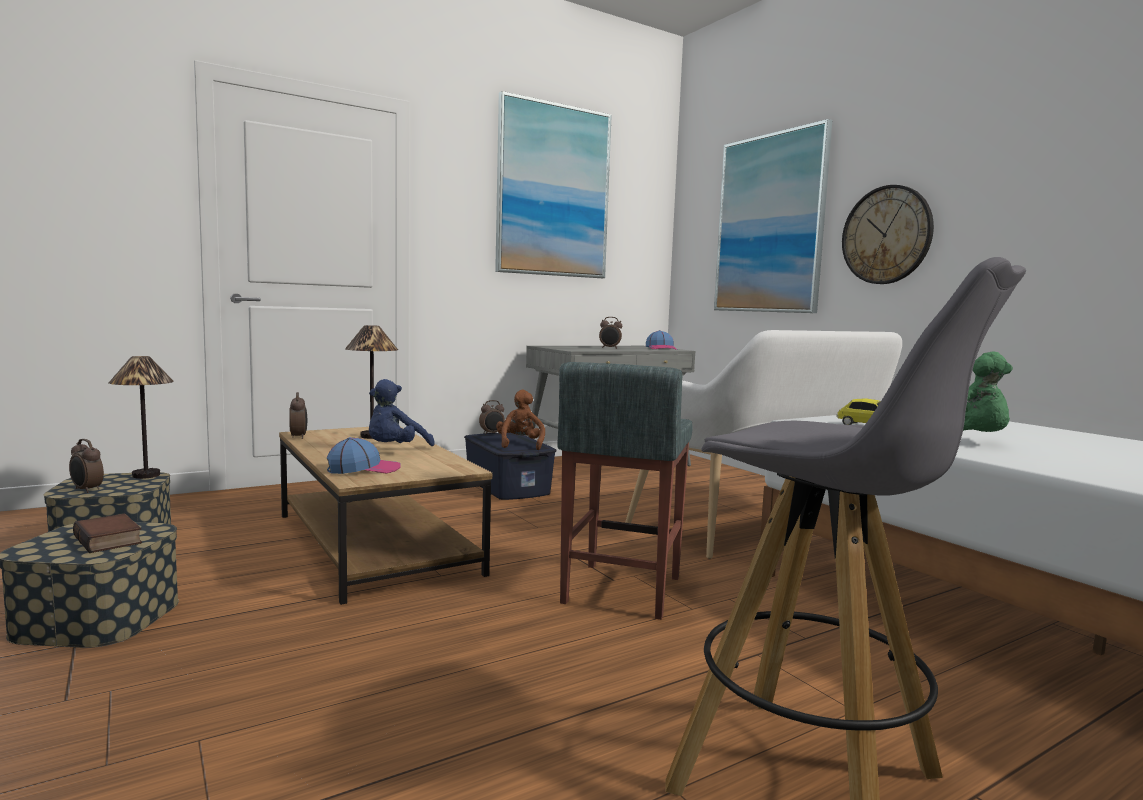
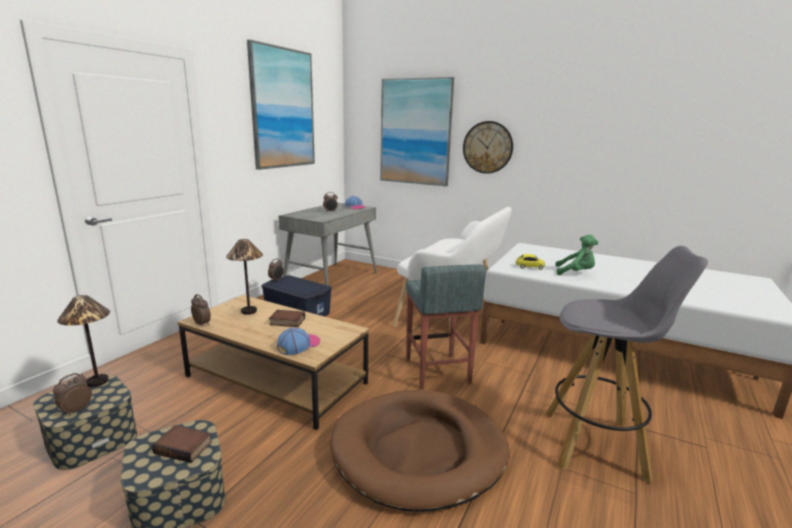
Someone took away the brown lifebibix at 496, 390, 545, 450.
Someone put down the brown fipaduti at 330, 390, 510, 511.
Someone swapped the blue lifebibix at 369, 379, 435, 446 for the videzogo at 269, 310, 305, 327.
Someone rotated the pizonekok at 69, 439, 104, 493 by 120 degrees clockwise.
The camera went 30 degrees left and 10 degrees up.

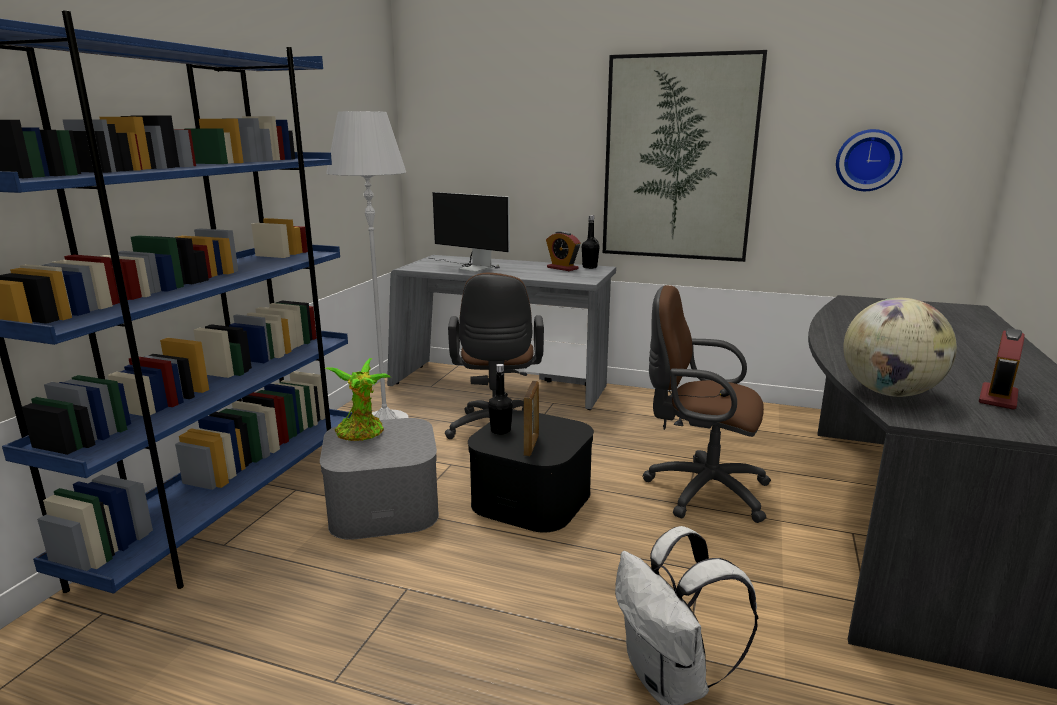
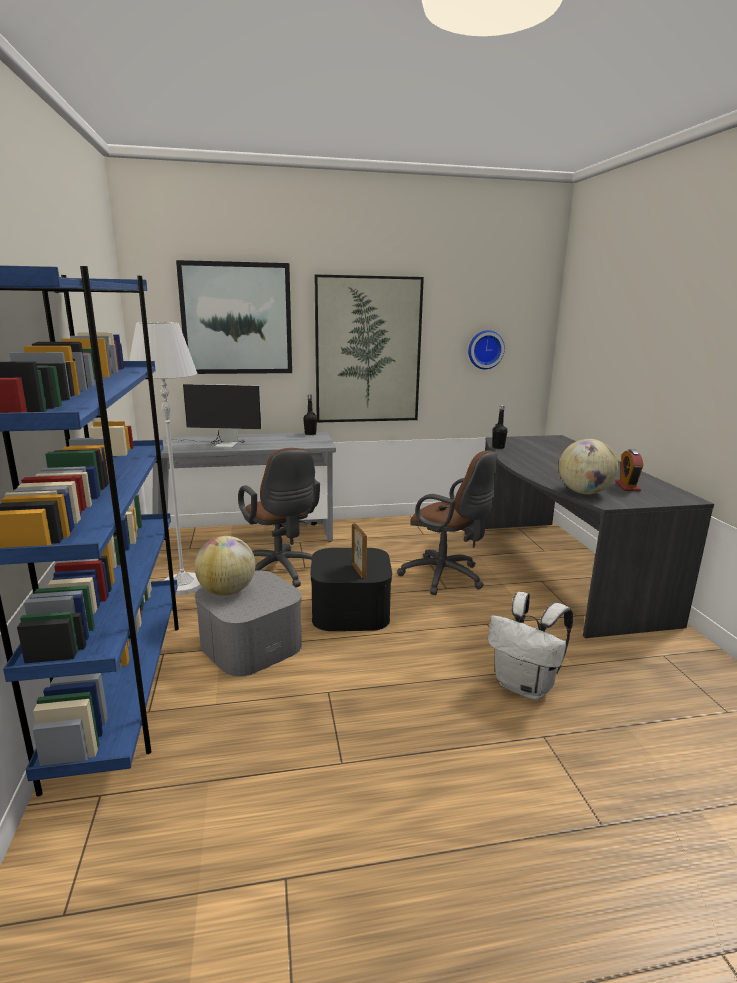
Someone took away the pizonekok at 546, 231, 581, 271.
Someone put up the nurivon at 176, 260, 292, 374.
Someone carried the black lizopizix from 488, 364, 513, 435 to 492, 405, 508, 449.
Someone swapped the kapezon at 324, 358, 391, 441 for the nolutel at 194, 536, 256, 596.
Someone rotated the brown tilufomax at 643, 285, 771, 523 by 135 degrees counterclockwise.
The camera went 30 degrees left and 0 degrees up.

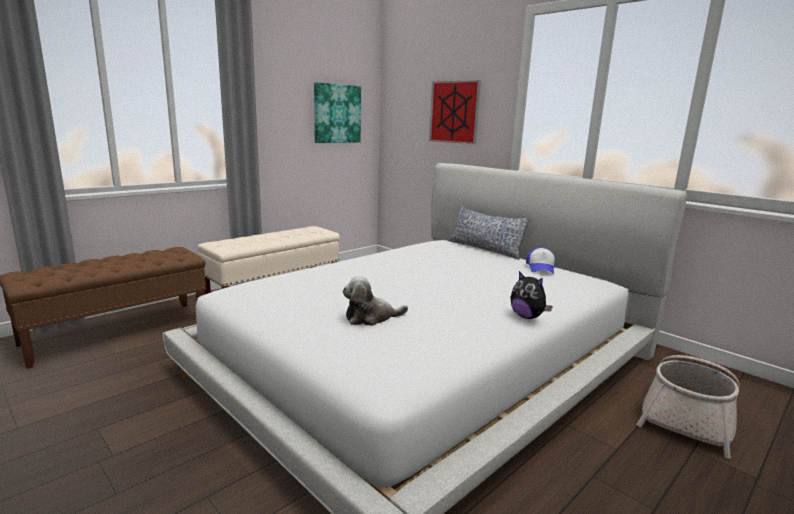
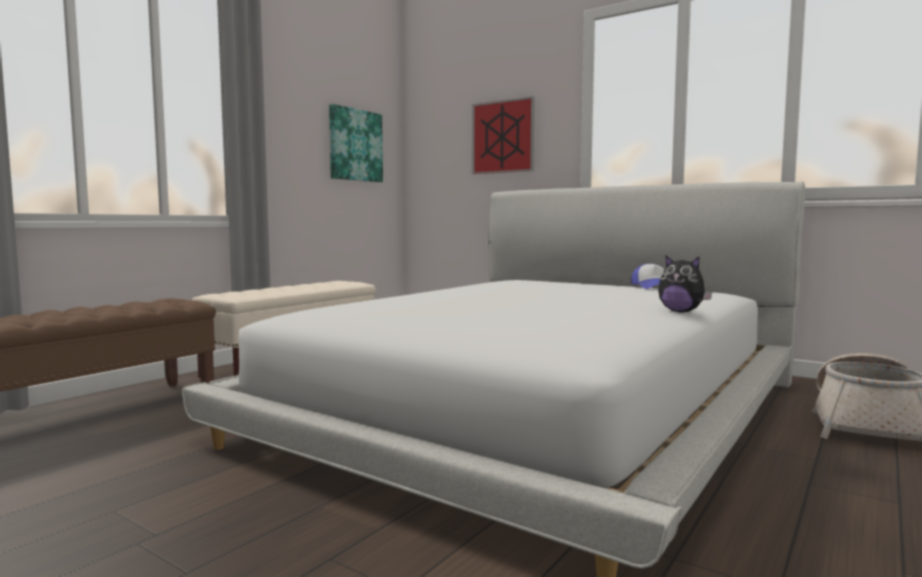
Someone took away the lifebibix at 342, 276, 408, 326.
Someone took away the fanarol at 448, 205, 531, 260.
The camera went 10 degrees left and 10 degrees down.

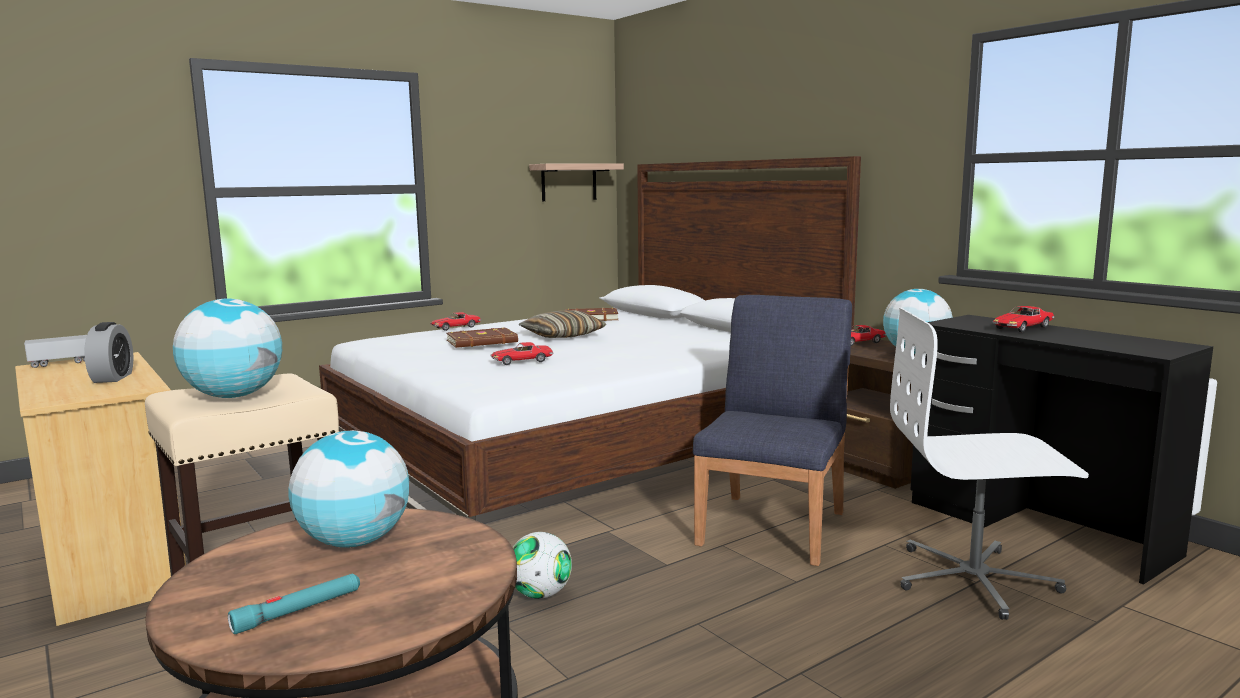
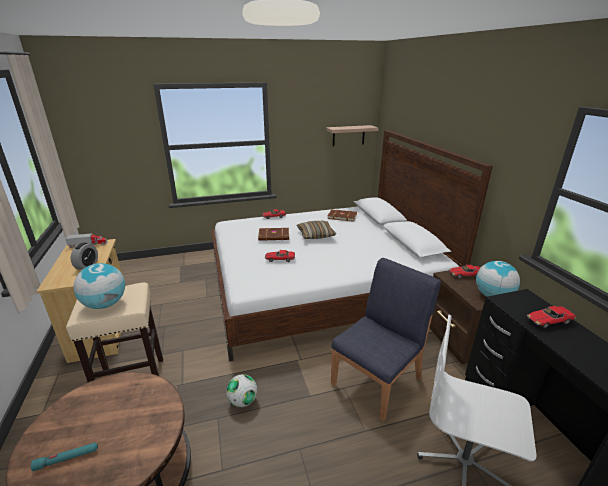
Someone took away the nolutel at 288, 430, 409, 548.
The camera went 20 degrees right and 15 degrees up.

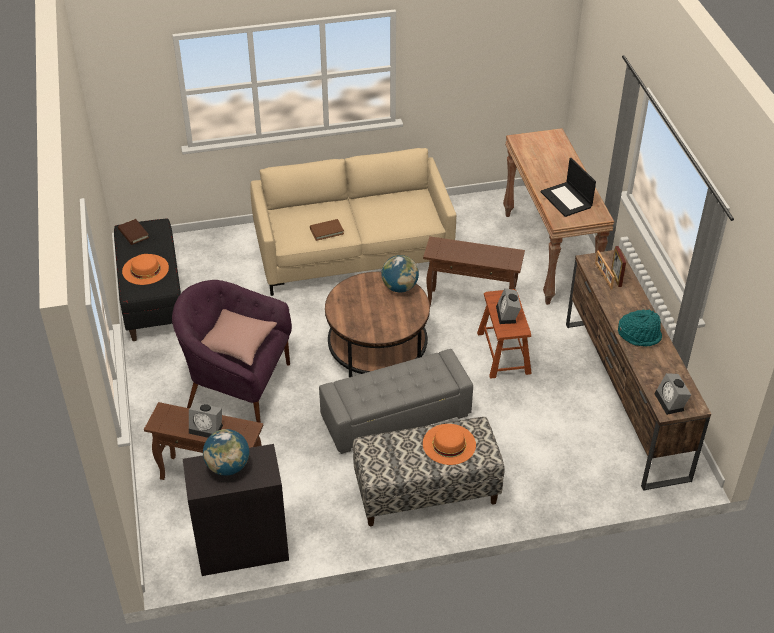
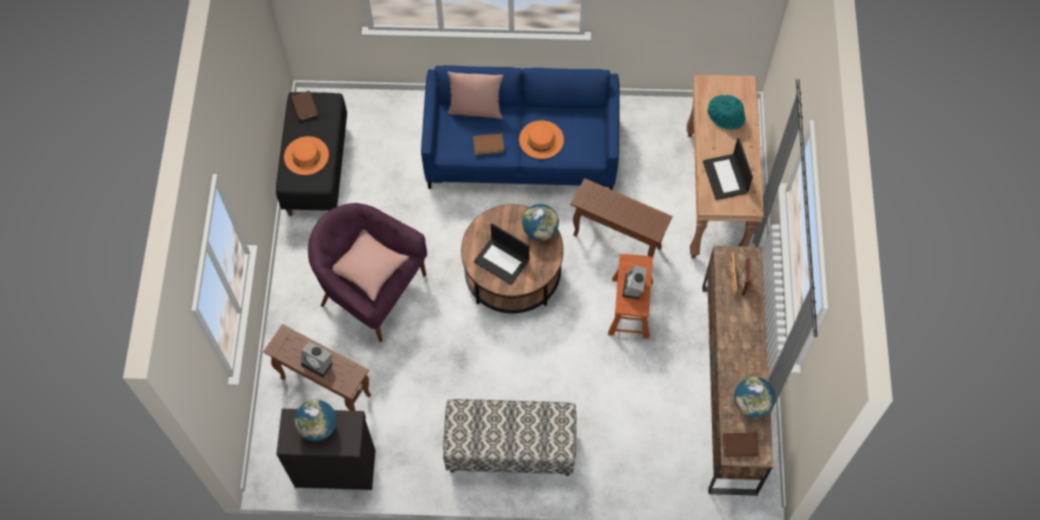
Someone took away the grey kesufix at 319, 349, 473, 454.
Someone put down the pink fanarol at 447, 72, 503, 119.
Someone put down the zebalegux at 474, 223, 529, 285.
Someone put down the nolutel at 734, 377, 775, 417.
Someone carried the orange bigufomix from 423, 424, 476, 465 to 519, 120, 564, 159.
Someone carried the turquoise bigufomix from 618, 309, 662, 346 to 708, 95, 745, 130.
Someone swapped the pizonekok at 654, 373, 691, 415 for the brown videzogo at 723, 433, 759, 457.
Someone repainted the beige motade at 250, 148, 456, 296, which became the blue motade at 421, 65, 620, 190.
The camera went 15 degrees right and 20 degrees up.

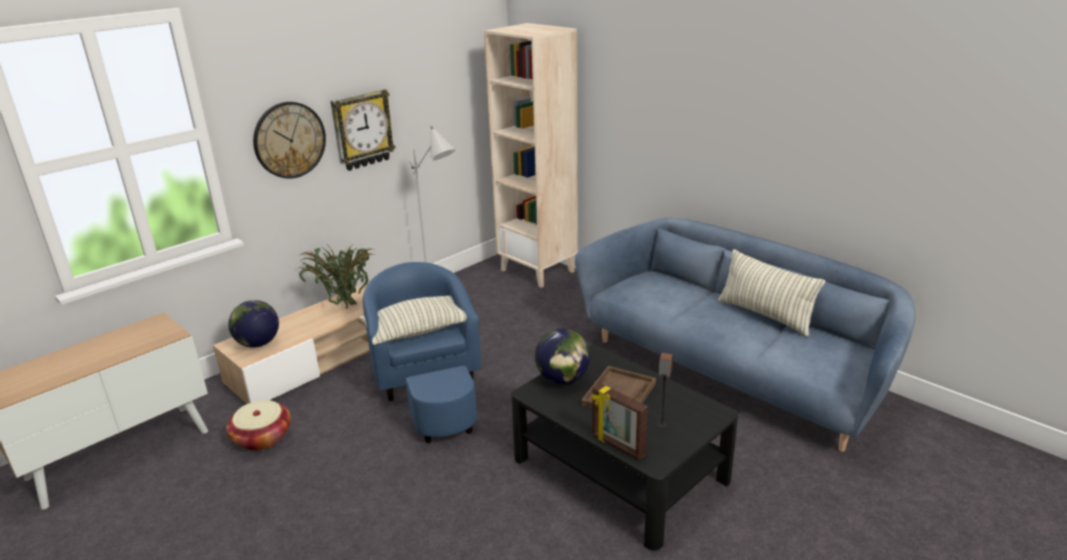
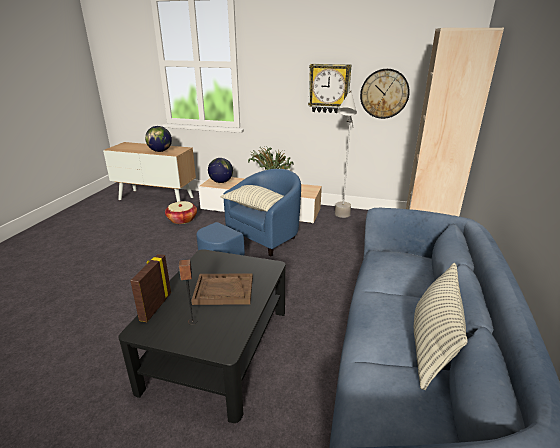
Someone carried the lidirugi from 253, 102, 326, 179 to 360, 69, 410, 119.
Someone carried the nolutel from 535, 328, 590, 384 to 145, 126, 172, 152.
The camera went 60 degrees right and 0 degrees up.

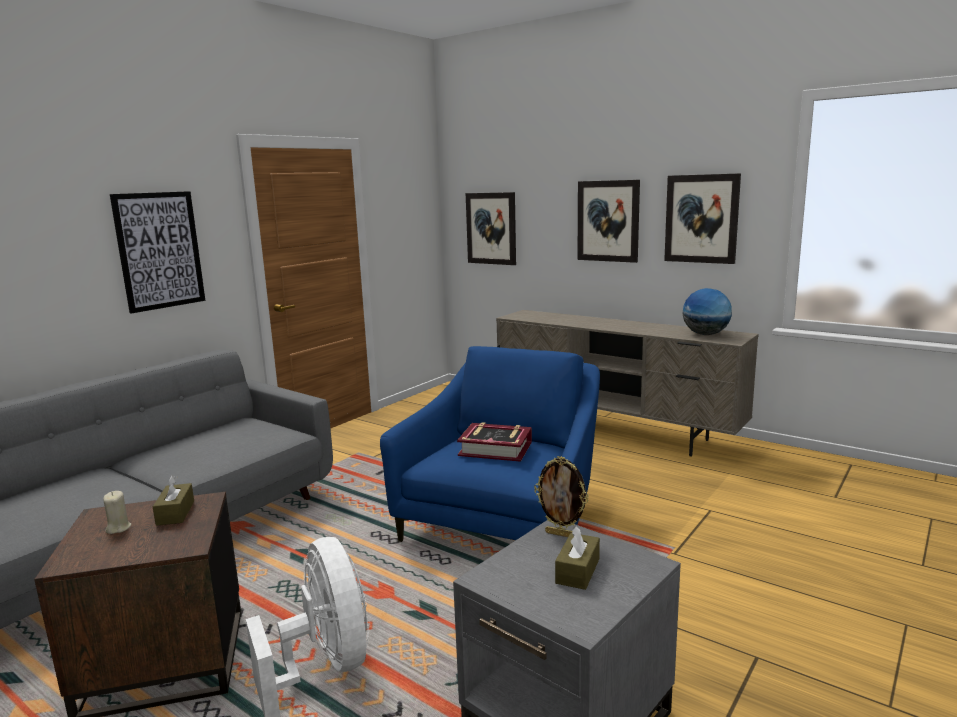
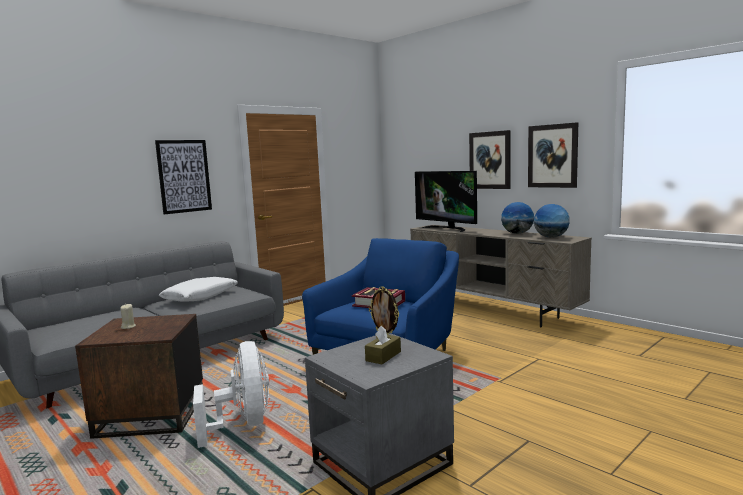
Someone took away the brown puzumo at 153, 475, 194, 526.
Someone took away the nurivon at 466, 192, 516, 265.
Someone put down the white fanarol at 159, 277, 238, 302.
Someone put down the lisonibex at 415, 171, 477, 232.
Someone put down the nolutel at 501, 202, 534, 234.
The camera went 10 degrees right and 5 degrees down.

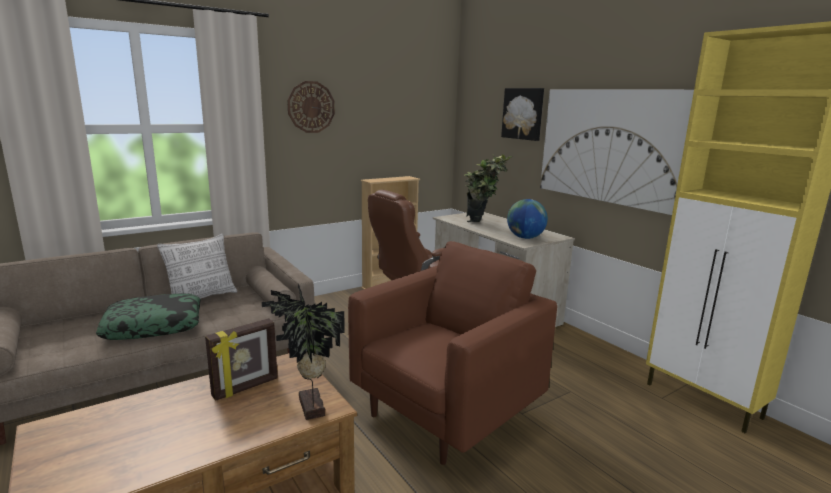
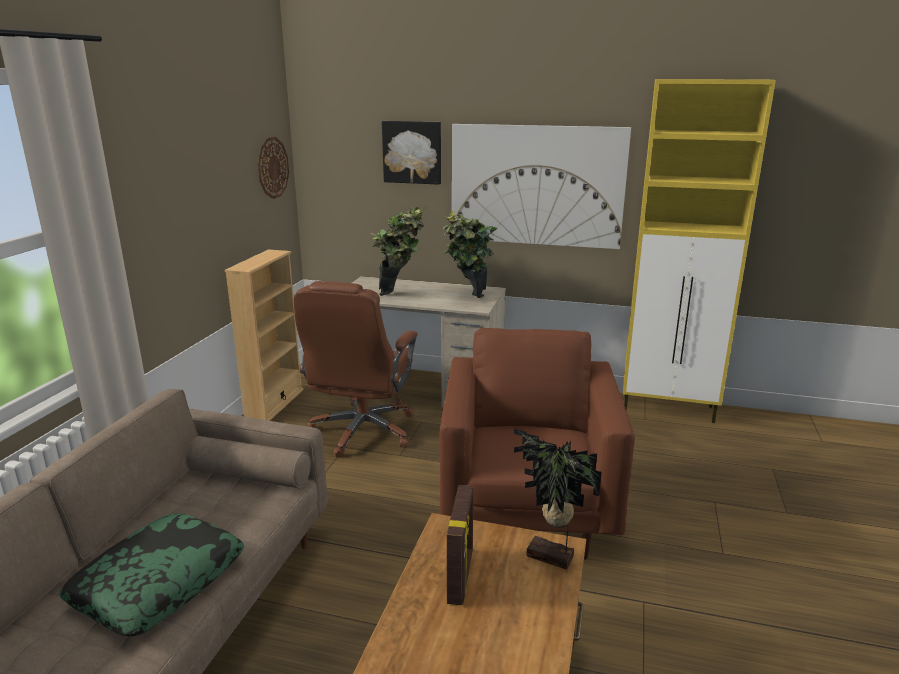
Someone took away the fanarol at 157, 234, 237, 299.
Someone carried the lidirugi from 287, 81, 335, 133 to 257, 137, 289, 199.
Someone swapped the nolutel at 507, 199, 548, 239 for the kapezon at 443, 211, 497, 298.
The camera went 40 degrees left and 5 degrees up.

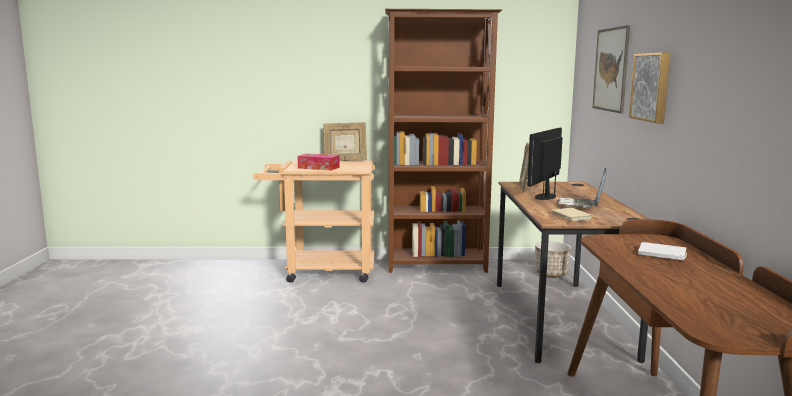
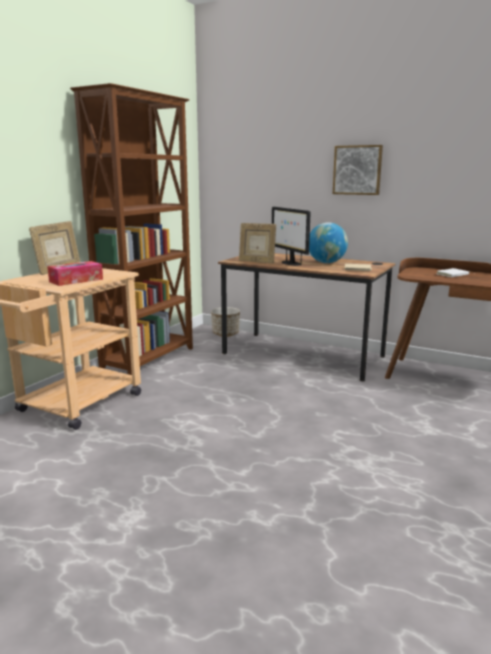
Someone took away the nurivon at 592, 25, 630, 113.
Someone swapped the zebalegux at 557, 168, 607, 208 for the nolutel at 309, 222, 348, 263.
The camera went 60 degrees left and 5 degrees up.

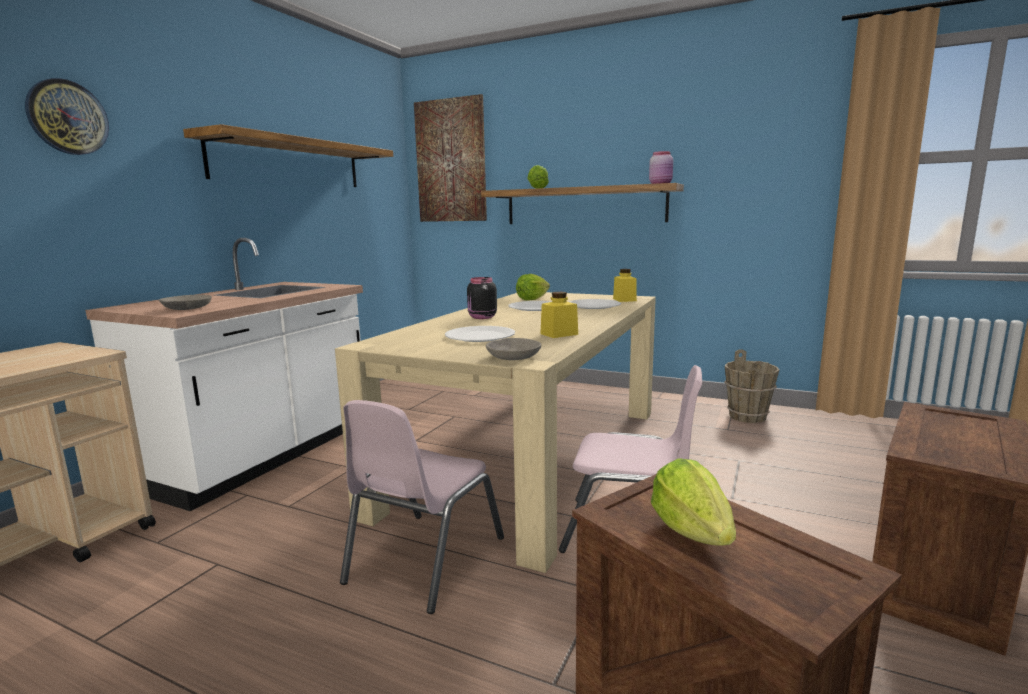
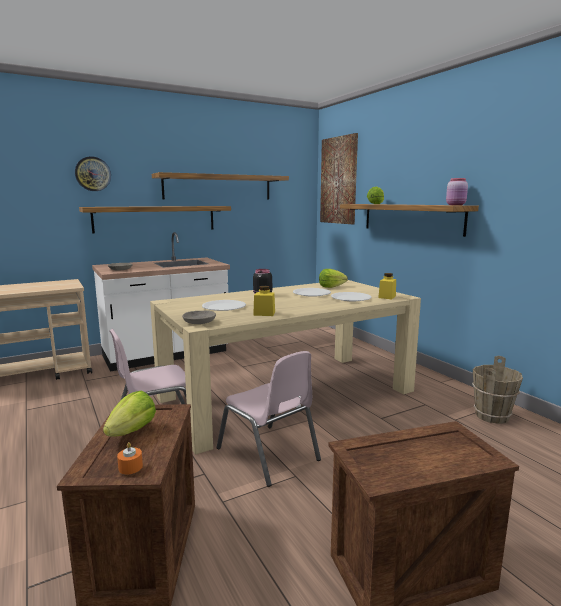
Someone put up the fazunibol at 79, 206, 231, 234.
Someone put down the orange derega at 117, 442, 143, 474.
The camera went 35 degrees right and 0 degrees up.

